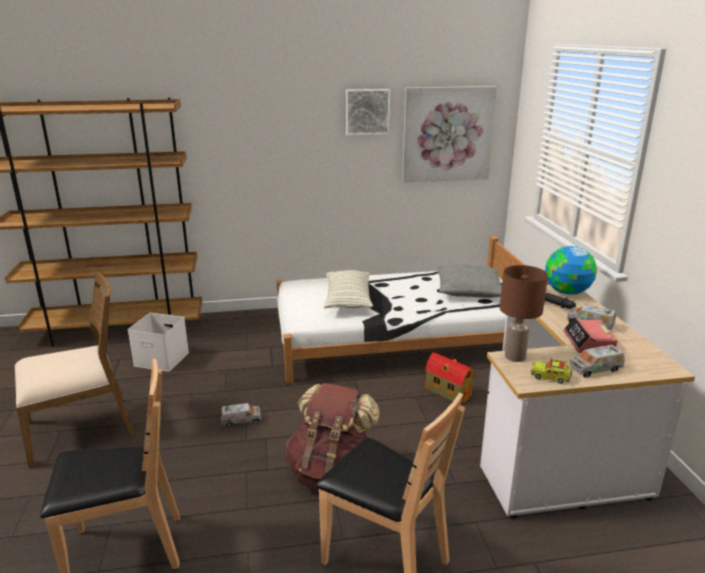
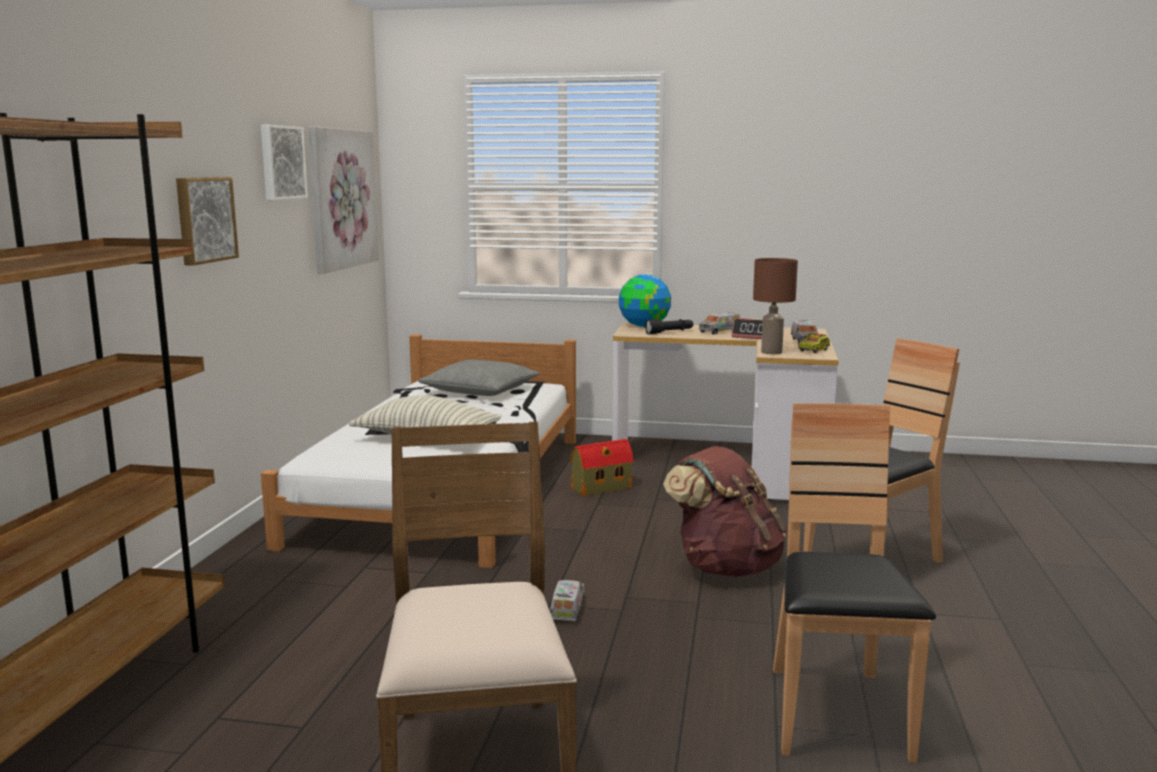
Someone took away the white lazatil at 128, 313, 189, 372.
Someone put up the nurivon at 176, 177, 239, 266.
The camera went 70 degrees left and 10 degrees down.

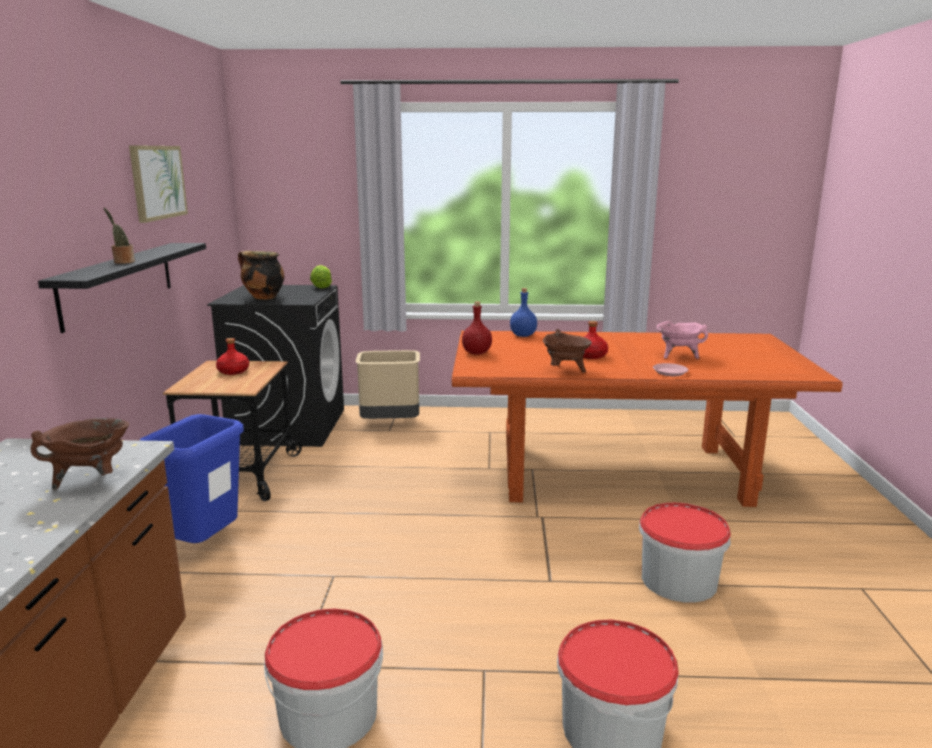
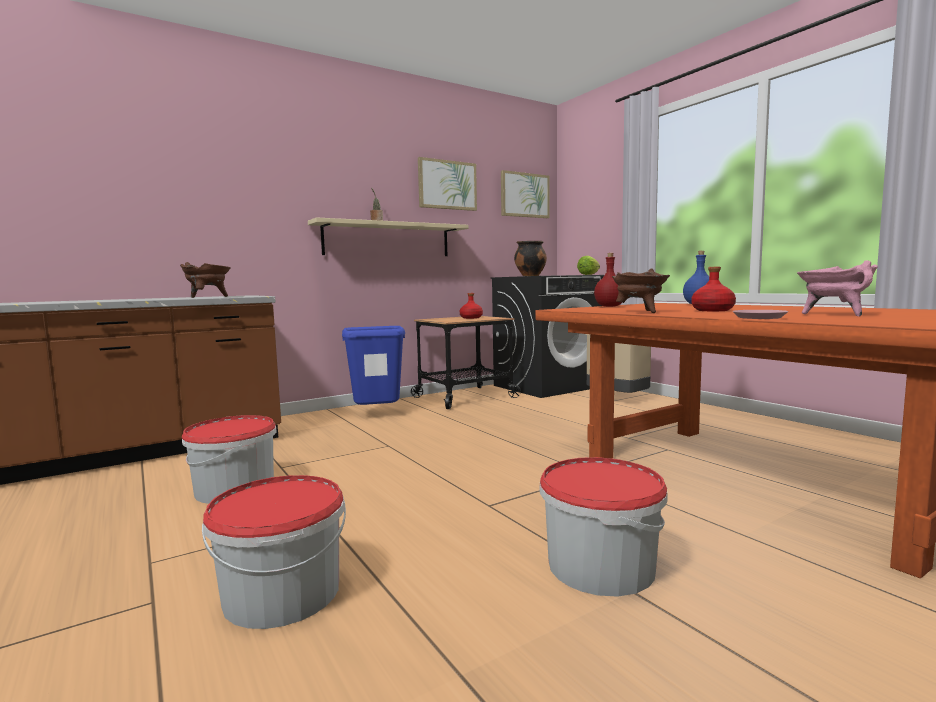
Someone put up the nurivon at 501, 170, 549, 218.
Someone repainted the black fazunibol at 38, 243, 206, 333, which became the beige fazunibol at 308, 217, 469, 256.
The camera went 55 degrees right and 10 degrees down.

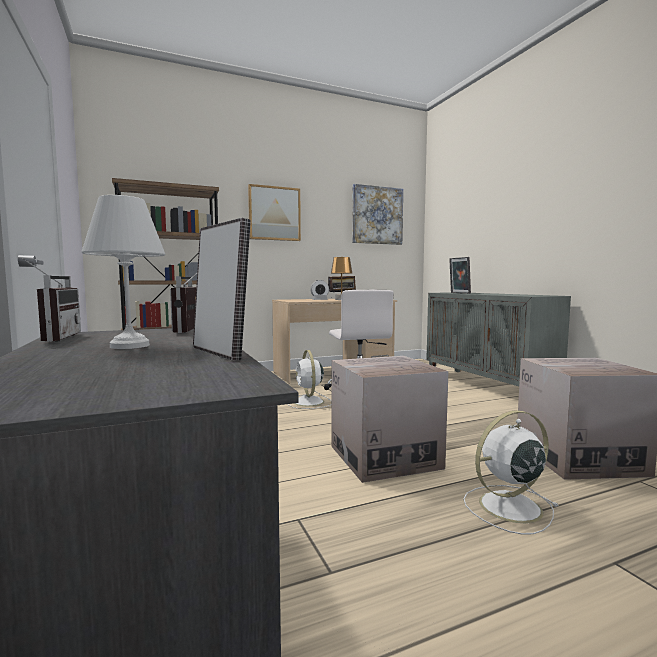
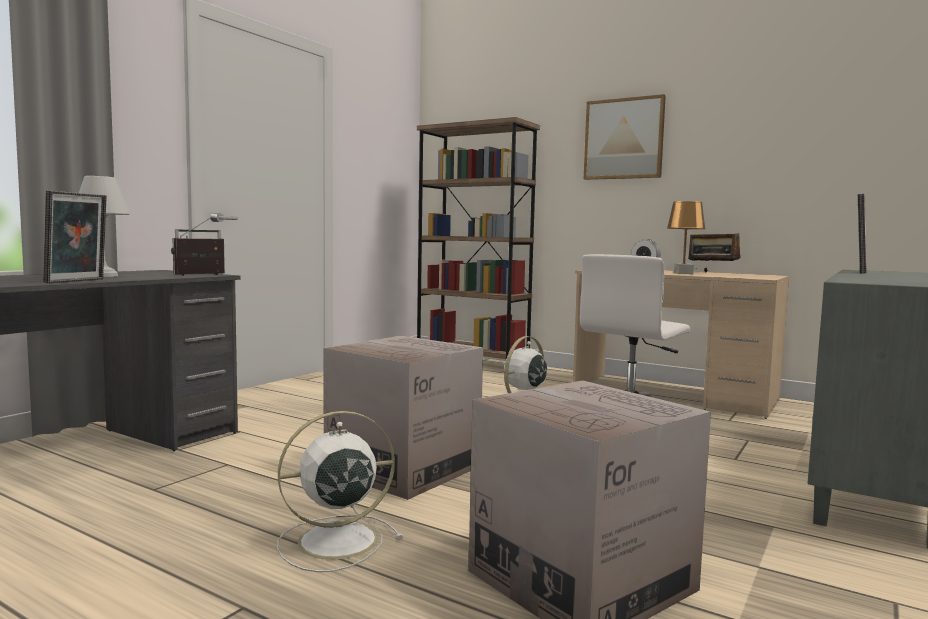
Someone took away the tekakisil at 22, 258, 81, 342.
Someone took away the nurivon at 352, 184, 403, 245.
Someone rotated the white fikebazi at 463, 410, 559, 535 by 60 degrees counterclockwise.
The camera went 55 degrees right and 0 degrees up.

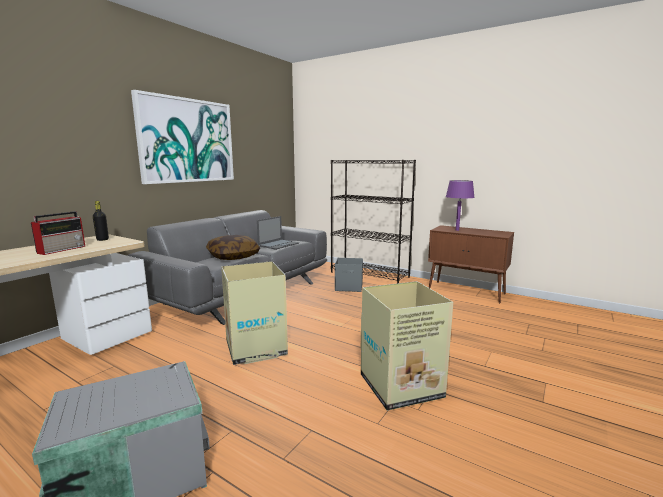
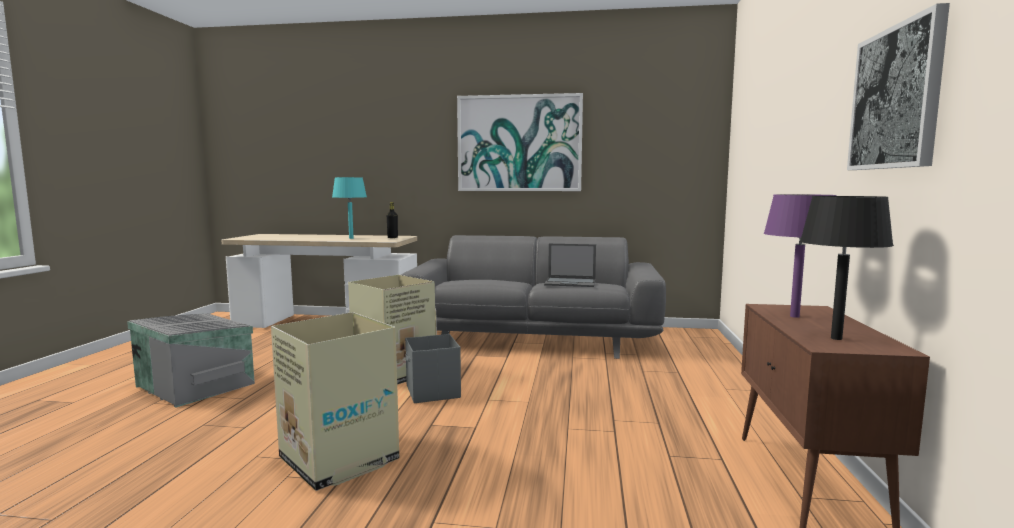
Someone took away the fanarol at 206, 235, 260, 260.
Someone took away the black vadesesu at 331, 160, 416, 283.
Someone put down the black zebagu at 800, 196, 894, 340.
Someone put up the nurivon at 847, 3, 950, 170.
Someone carried the grey lazatil from 335, 258, 363, 292 to 405, 334, 461, 403.
Someone swapped the tekakisil at 31, 211, 85, 255 for the turquoise zebagu at 332, 177, 367, 239.
The camera went 65 degrees right and 5 degrees down.

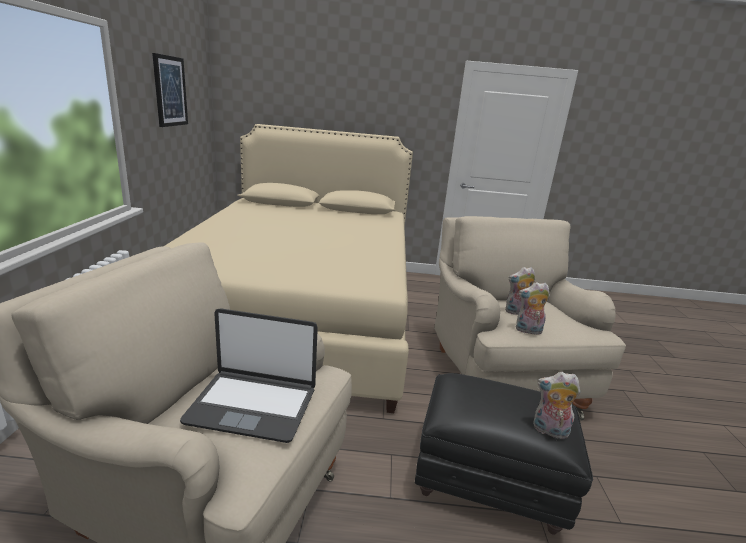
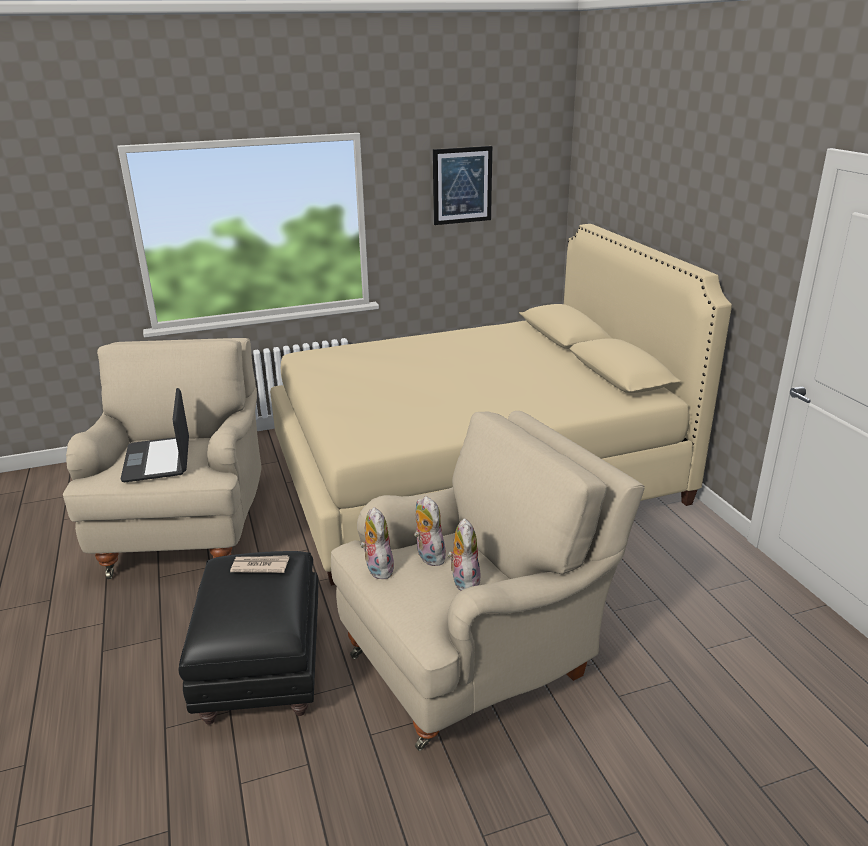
Someone put down the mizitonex at 230, 555, 289, 573.
Someone carried the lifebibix from 533, 372, 580, 439 to 448, 518, 481, 591.
The camera went 70 degrees right and 5 degrees up.

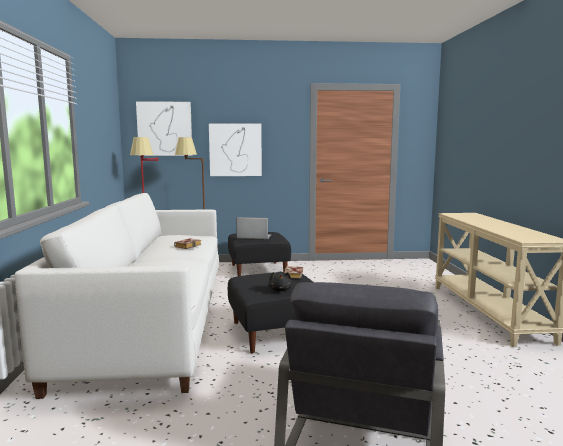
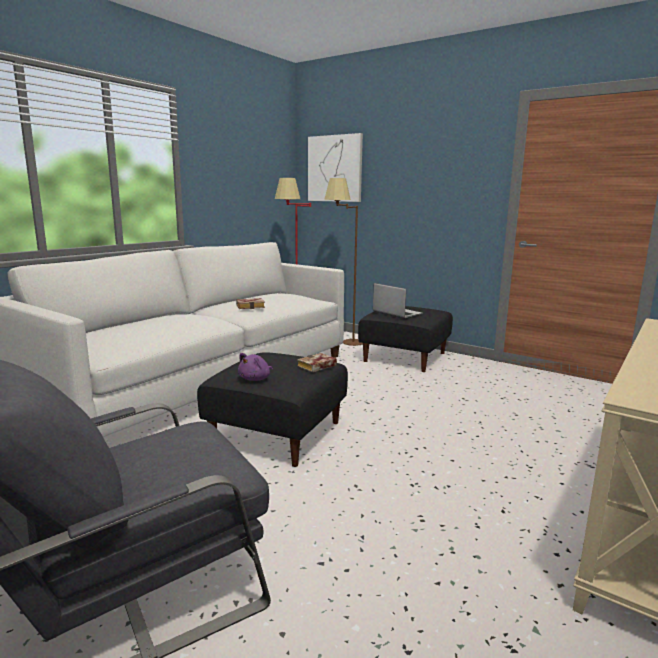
Someone took away the nurivon at 209, 123, 262, 176.
Someone repainted the black lifebibix at 268, 272, 292, 291, which became the purple lifebibix at 238, 353, 273, 381.
The camera went 40 degrees right and 5 degrees up.

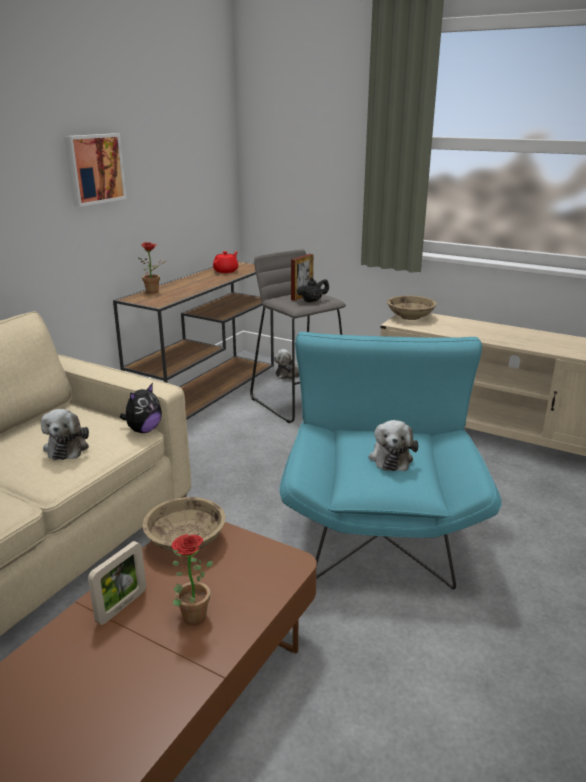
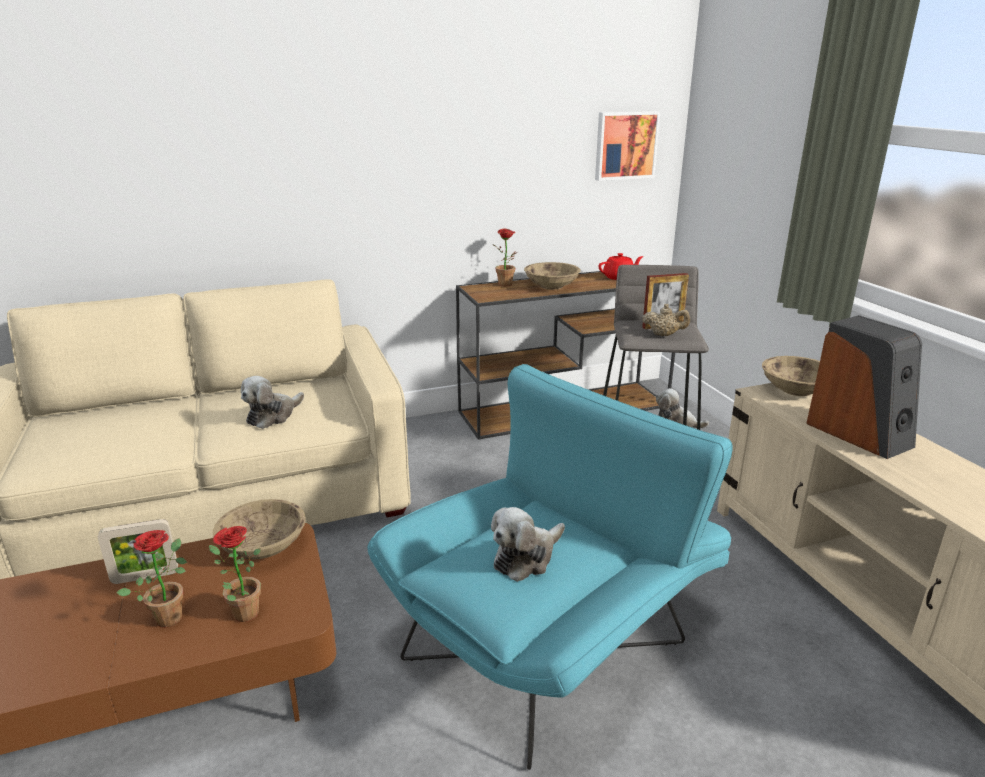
Someone took away the lifebibix at 120, 383, 162, 433.
Someone put down the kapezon at 209, 526, 261, 622.
Someone put down the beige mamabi at 524, 262, 581, 290.
Someone put down the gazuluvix at 806, 315, 922, 459.
Someone carried the nurivon from 64, 133, 127, 207 to 595, 111, 661, 181.
Someone repainted the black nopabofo at 296, 277, 329, 303, which became the beige nopabofo at 642, 304, 690, 336.
The camera went 40 degrees right and 0 degrees up.

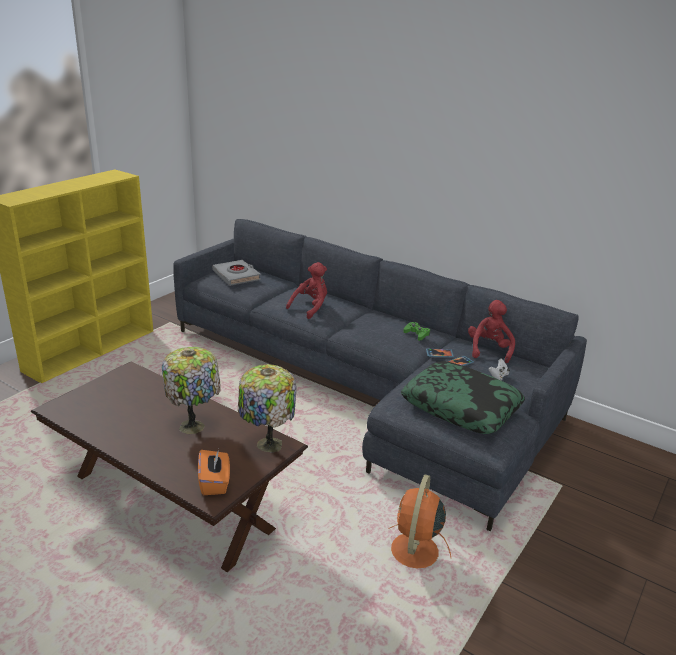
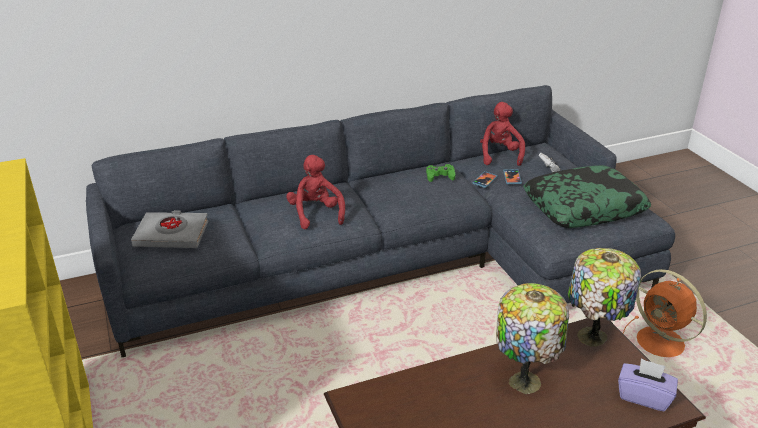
Someone repainted the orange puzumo at 198, 449, 230, 495, which became the purple puzumo at 618, 358, 678, 411.
Someone rotated the red lifebibix at 468, 300, 515, 363 by 45 degrees clockwise.
The camera went 55 degrees left and 5 degrees up.

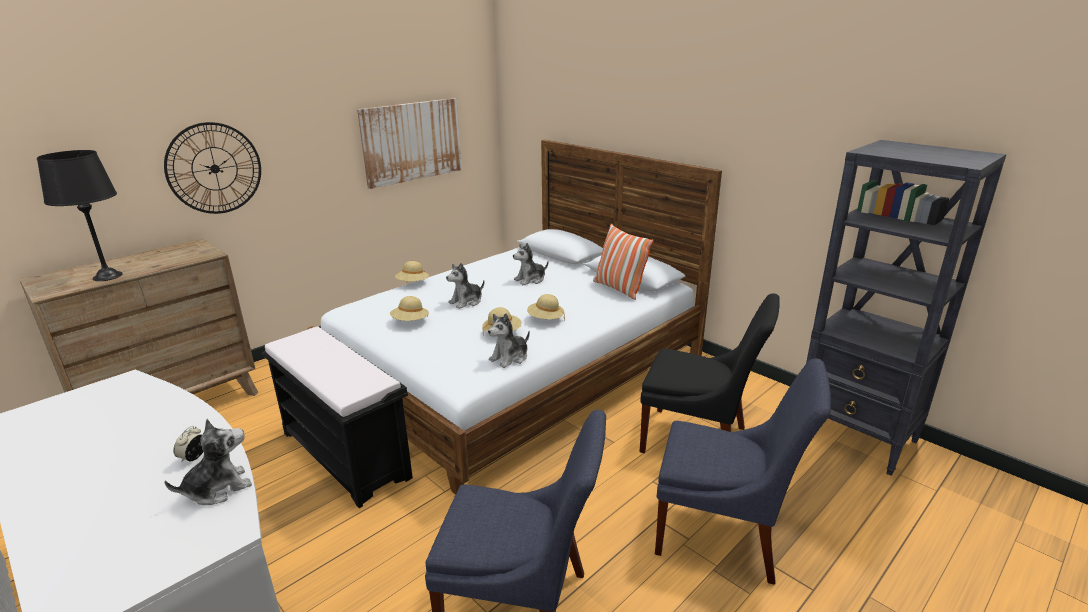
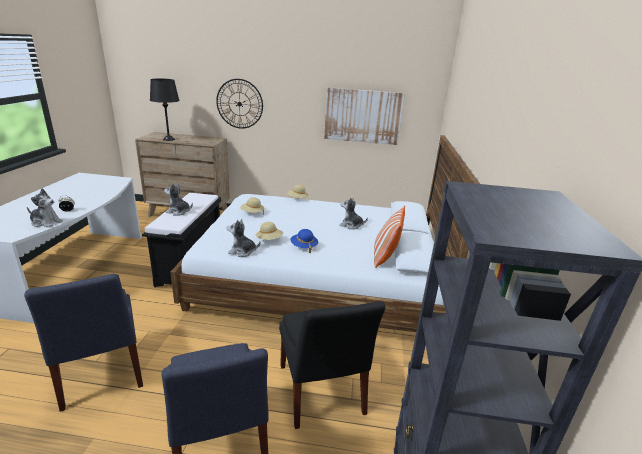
Someone carried the lifebibix from 446, 263, 484, 309 to 164, 183, 193, 216.
Someone repainted the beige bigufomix at 527, 294, 565, 321, which became the blue bigufomix at 291, 229, 318, 253.
The camera went 50 degrees right and 0 degrees up.

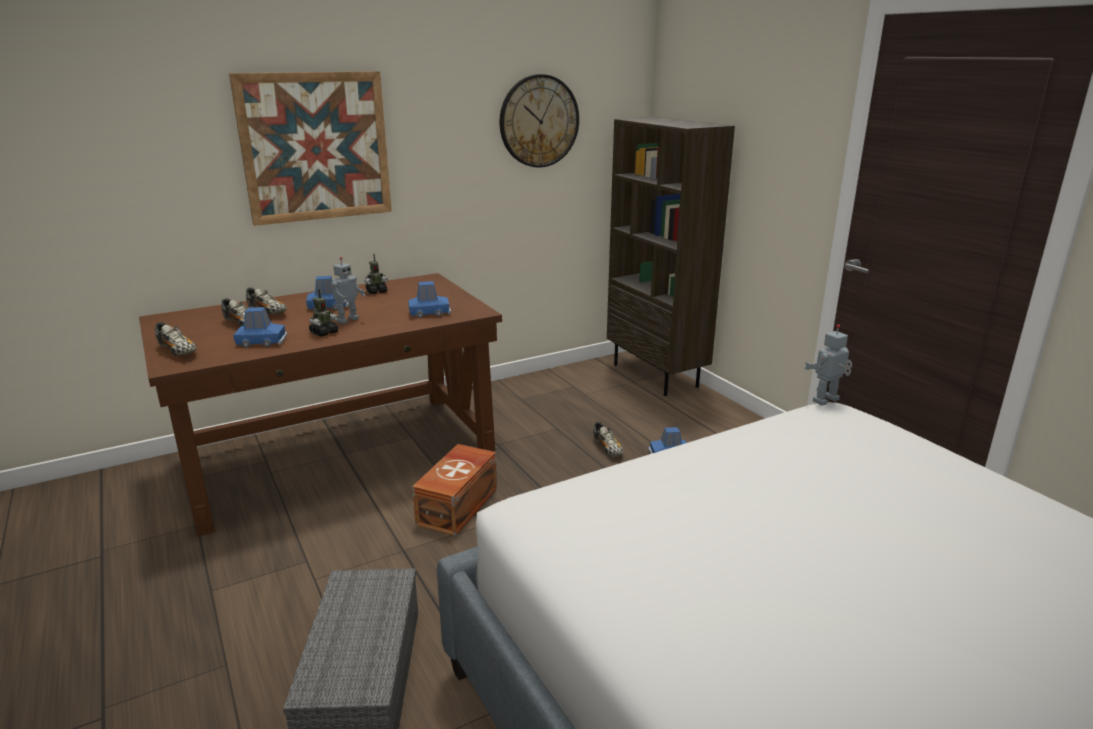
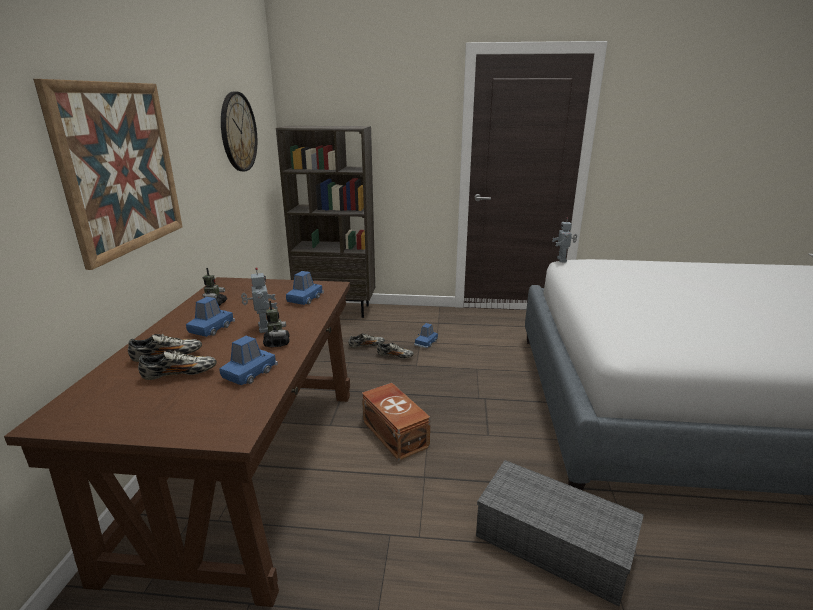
Someone carried the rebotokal from 155, 322, 197, 356 to 349, 334, 385, 348.
The camera went 55 degrees left and 0 degrees up.

